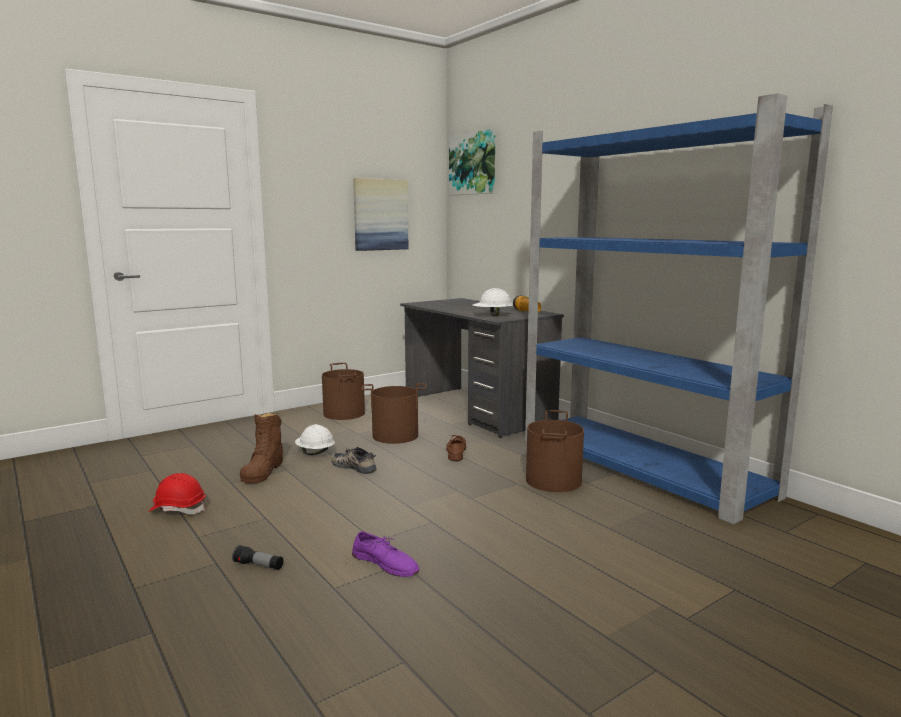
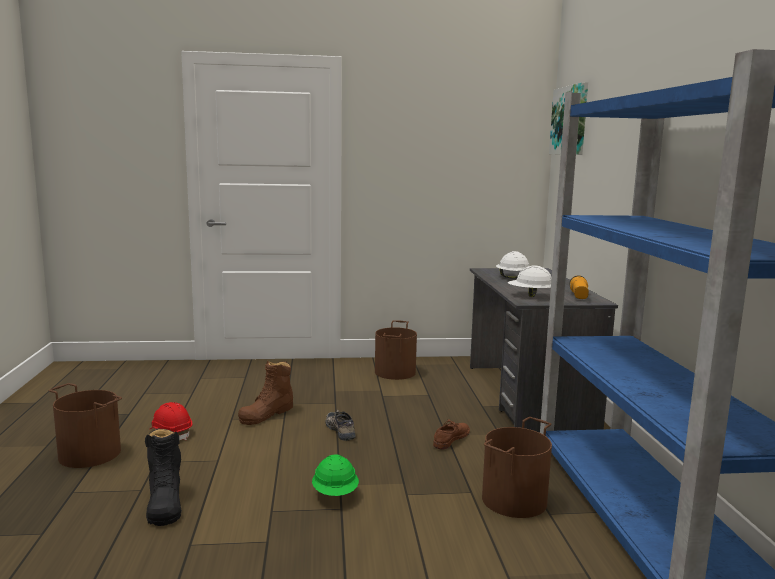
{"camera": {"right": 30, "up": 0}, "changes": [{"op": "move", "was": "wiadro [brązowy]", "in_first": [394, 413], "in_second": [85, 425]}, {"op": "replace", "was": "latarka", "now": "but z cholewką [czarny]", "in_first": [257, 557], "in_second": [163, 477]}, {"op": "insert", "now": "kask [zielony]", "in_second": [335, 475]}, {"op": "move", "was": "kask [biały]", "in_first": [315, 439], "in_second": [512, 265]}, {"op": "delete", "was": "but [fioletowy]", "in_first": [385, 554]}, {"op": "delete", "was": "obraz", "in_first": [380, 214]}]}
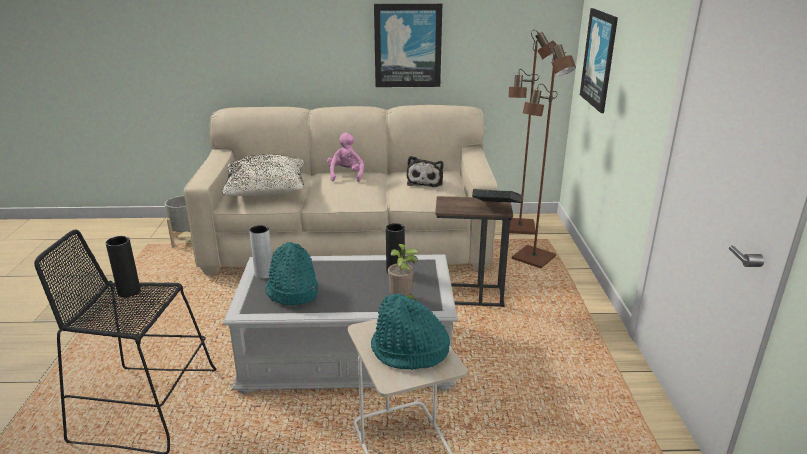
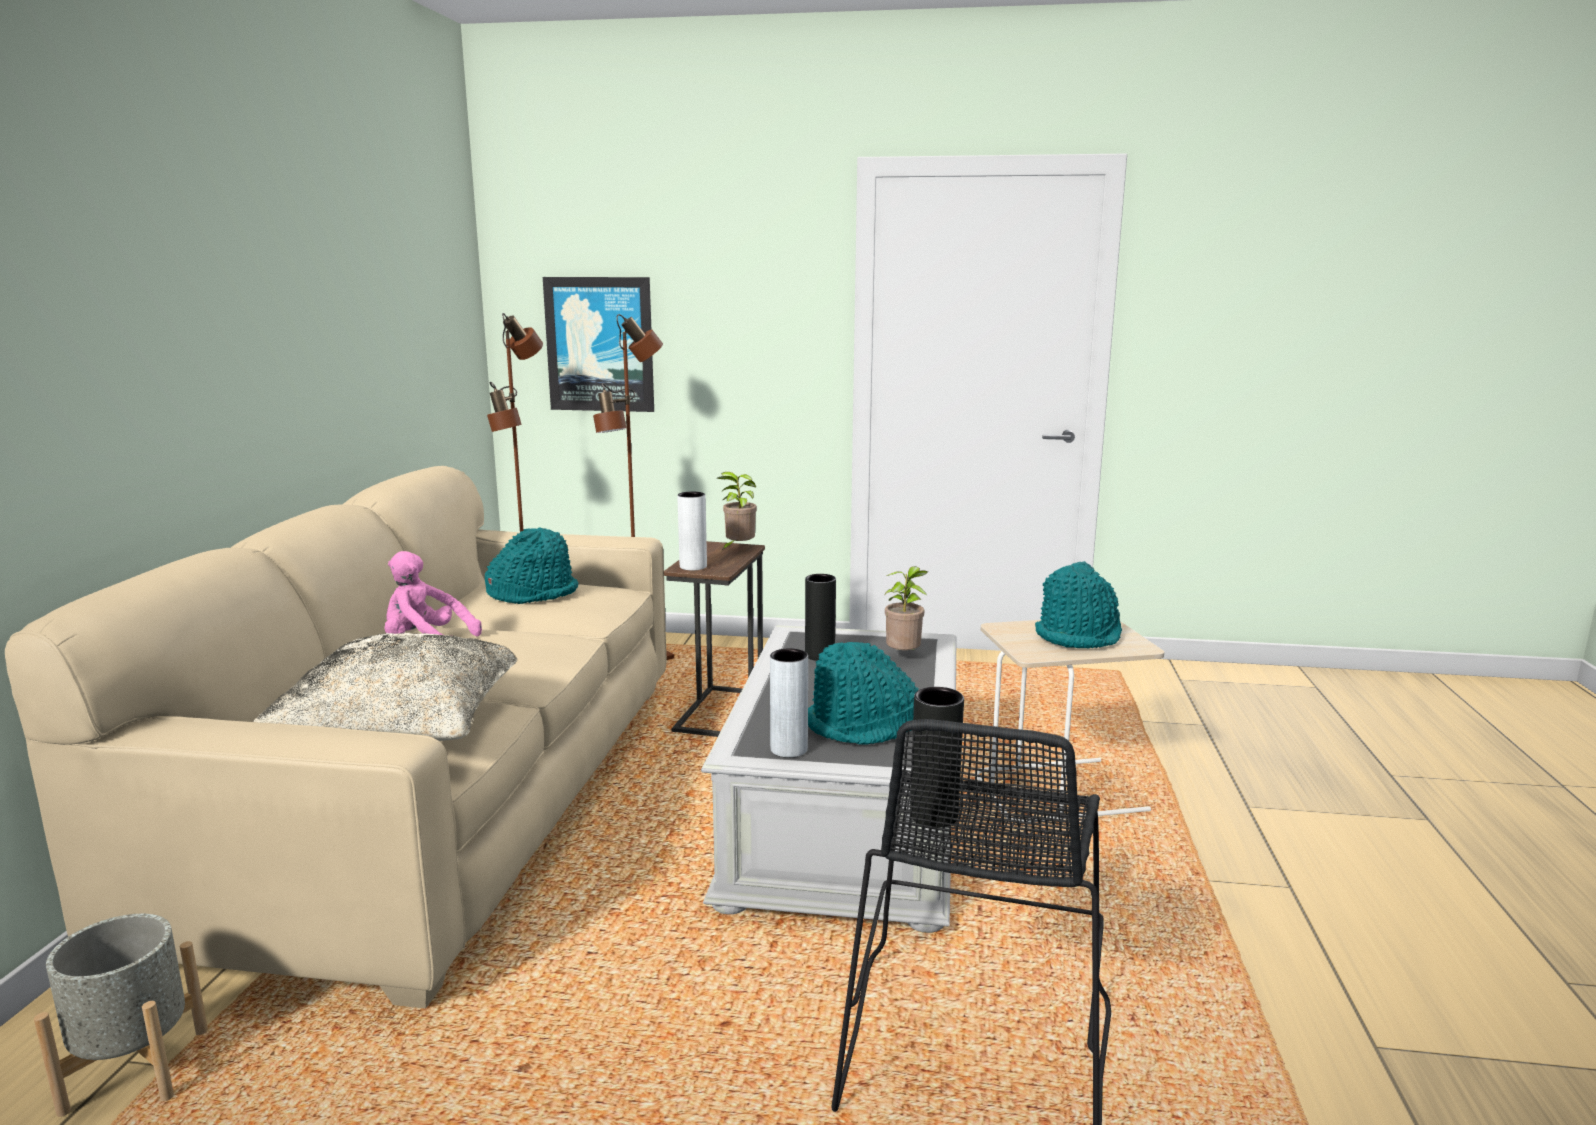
{"camera": {"right": -80, "up": -10}, "changes": [{"op": "replace", "was": "pluszak", "now": "kapelusz [turkusowy]", "in_first": [425, 171], "in_second": [531, 566]}, {"op": "insert", "now": "wazon [biały]", "in_second": [692, 531]}, {"op": "replace", "was": "książka", "now": "roślina doniczkowa", "in_first": [497, 196], "in_second": [737, 511]}, {"op": "delete", "was": "obraz", "in_first": [408, 45]}]}
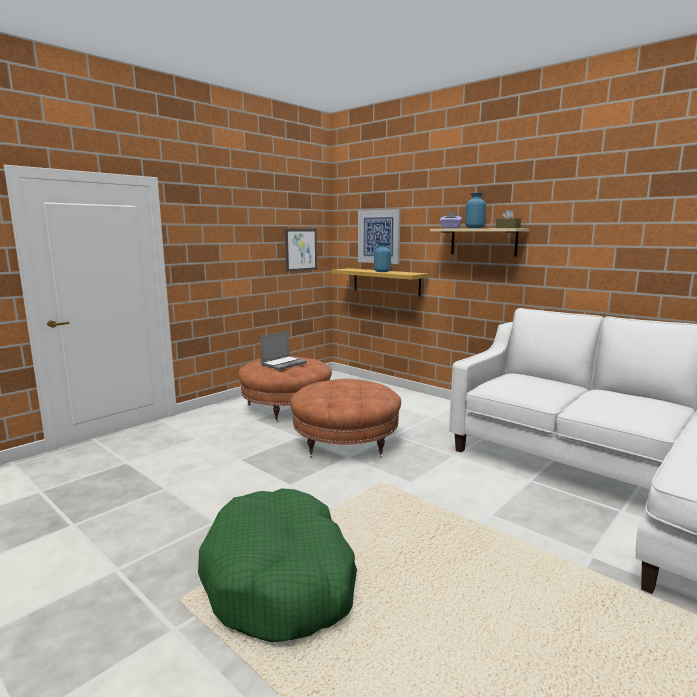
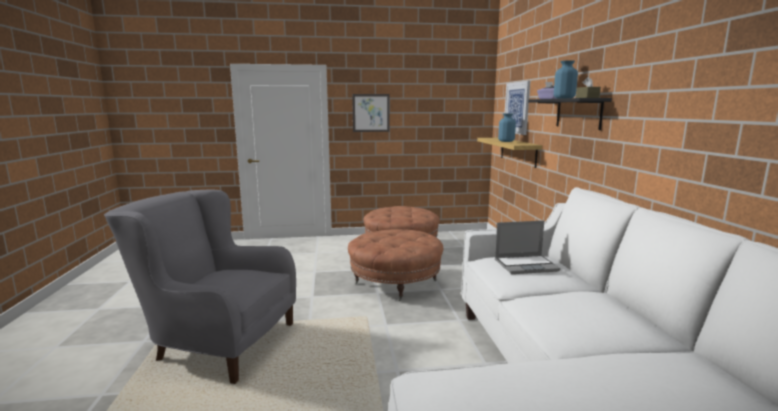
{"camera": {"right": 40, "up": 0}, "changes": [{"op": "replace", "was": "legowisko [zielony]", "now": "fotel [szary]", "in_first": [277, 566], "in_second": [200, 286]}, {"op": "move", "was": "obraz", "in_first": [301, 250], "in_second": [371, 113]}, {"op": "move", "was": "laptop", "in_first": [283, 350], "in_second": [527, 247]}, {"op": "recolor", "was": "półka [beżowy]", "now": "półka [czarny]", "in_first": [479, 242], "in_second": [570, 114]}]}
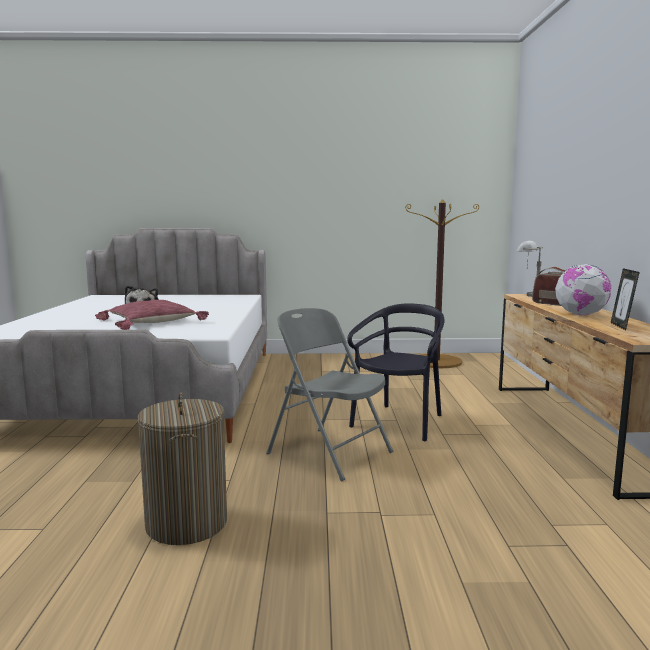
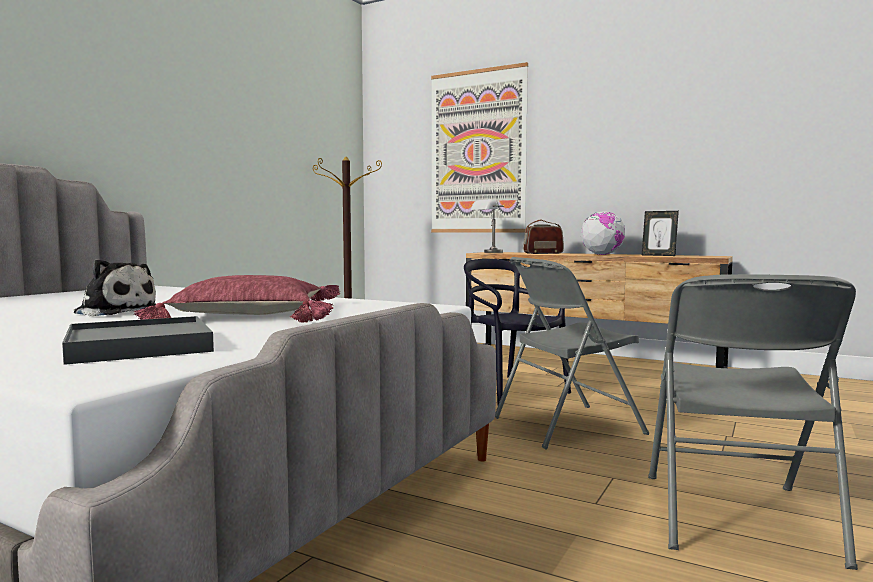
{"camera": {"right": -60, "up": -5}, "changes": [{"op": "insert", "now": "taca [szary]", "in_second": [138, 340]}, {"op": "insert", "now": "obraz", "in_second": [479, 147]}, {"op": "replace", "was": "kosz na pranie", "now": "krzesło [szary]", "in_first": [182, 469], "in_second": [753, 422]}]}
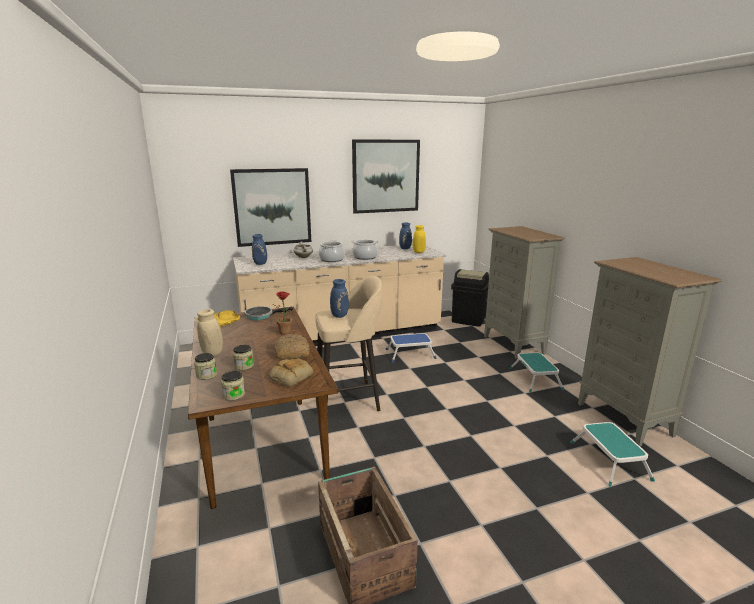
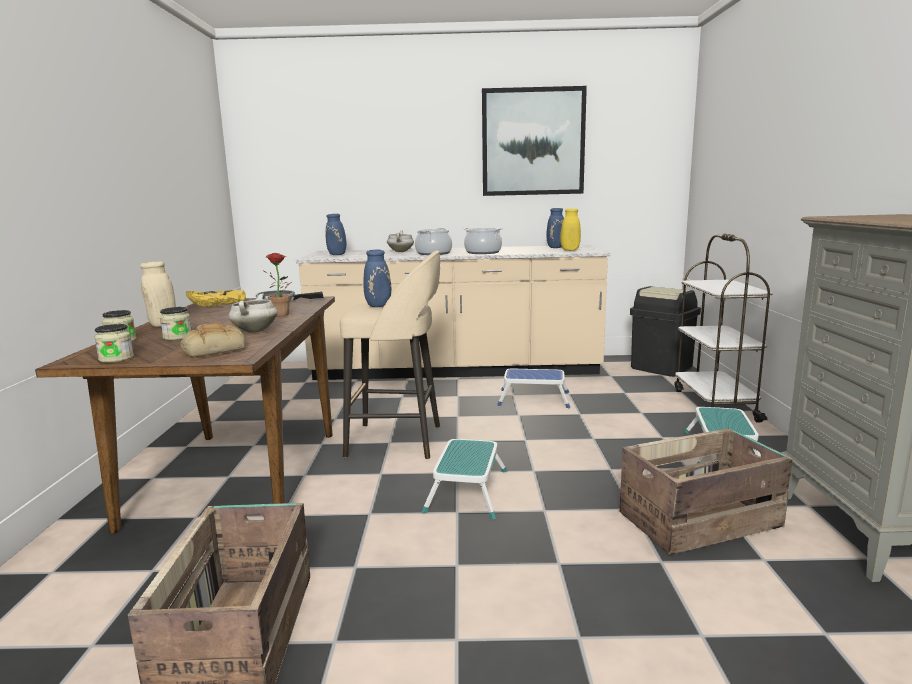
{"camera": {"right": 20, "up": -5}, "changes": [{"op": "replace", "was": "chleb", "now": "garnek [biały]", "in_first": [292, 347], "in_second": [253, 313]}, {"op": "move", "was": "drabinka [turkusowy]", "in_first": [612, 454], "in_second": [464, 479]}, {"op": "insert", "now": "skrzynka", "in_second": [706, 491]}, {"op": "replace", "was": "komoda [szary]", "now": "wózek [biały]", "in_first": [524, 292], "in_second": [724, 328]}, {"op": "delete", "was": "obraz", "in_first": [270, 207]}]}
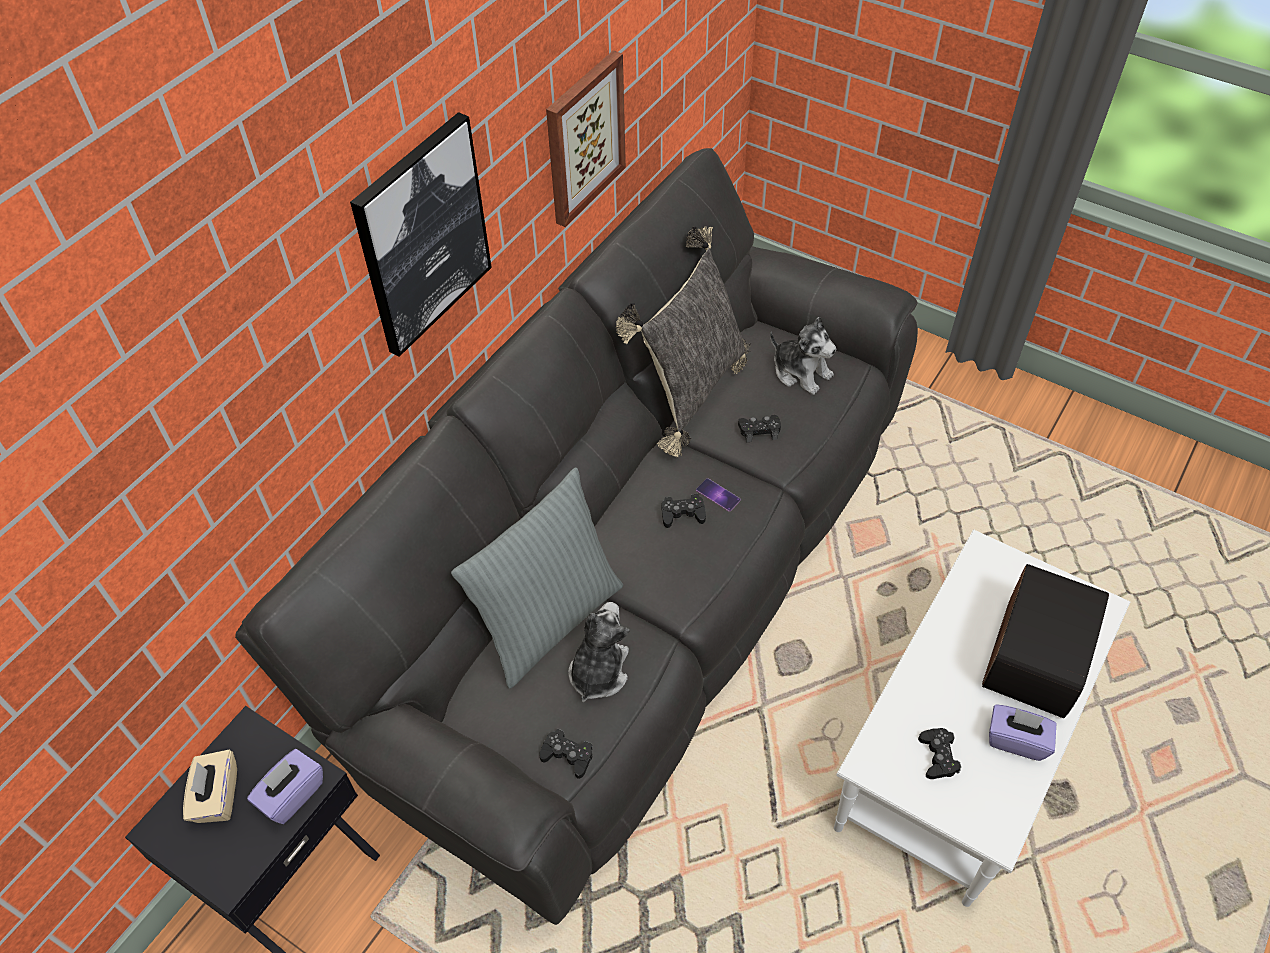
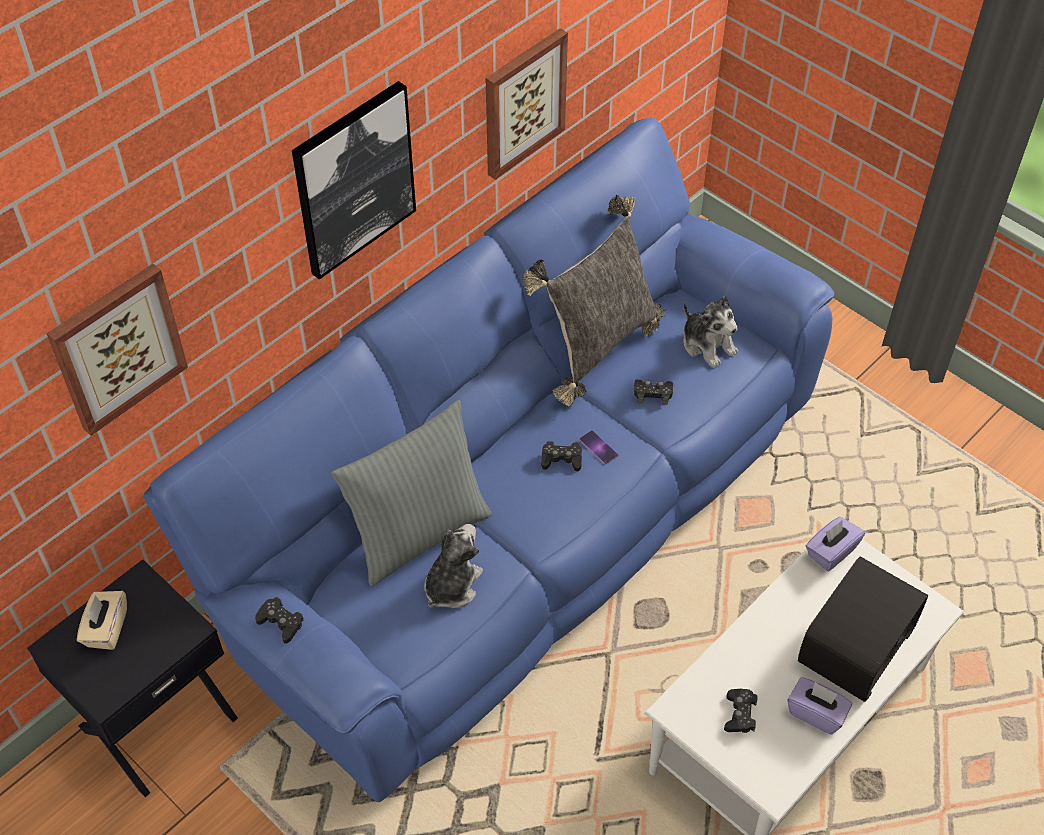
{"camera": {"right": 10, "up": 0}, "changes": [{"op": "insert", "now": "obraz", "in_second": [117, 350]}, {"op": "recolor", "was": "kanapa [szary]", "now": "kanapa [niebieski]", "in_first": [576, 536], "in_second": [488, 460]}, {"op": "move", "was": "pad do gier [czarny]", "in_first": [565, 754], "in_second": [279, 620]}, {"op": "move", "was": "pudełko chusteczek [fioletowy]", "in_first": [285, 786], "in_second": [835, 544]}]}
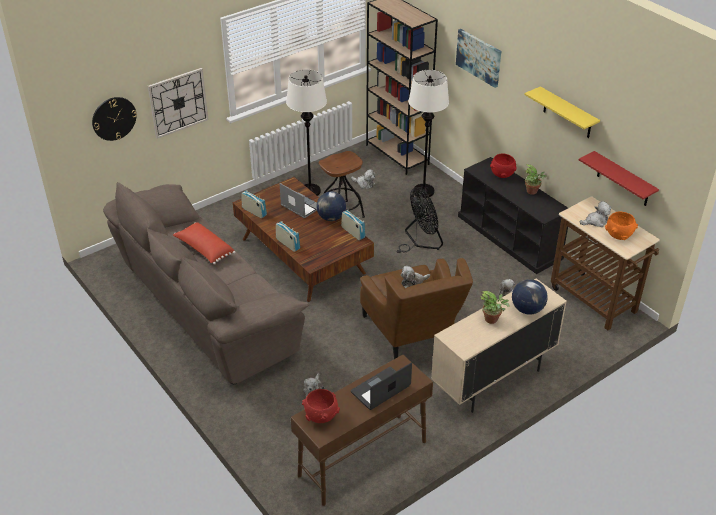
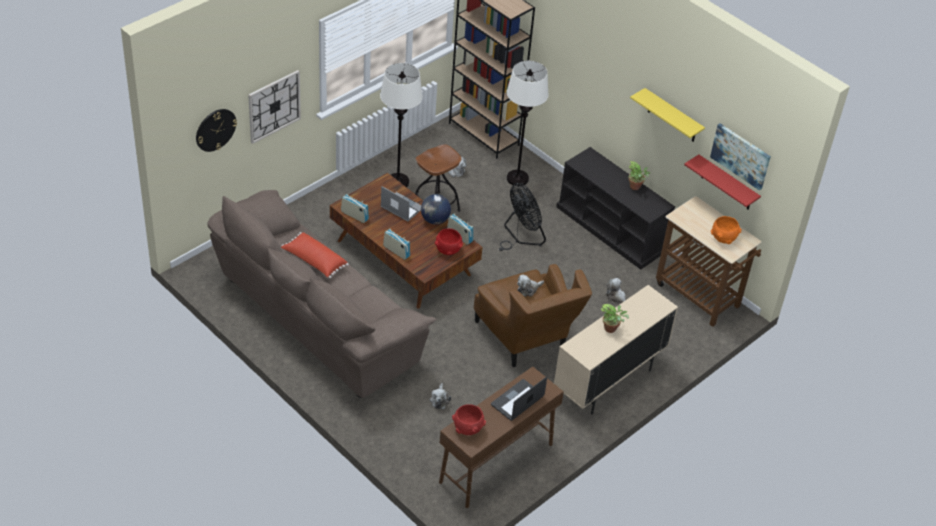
{"camera": {"right": -10, "up": 5}, "changes": [{"op": "move", "was": "miska [czerwony]", "in_first": [503, 165], "in_second": [449, 241]}, {"op": "move", "was": "obraz", "in_first": [478, 58], "in_second": [740, 157]}, {"op": "delete", "was": "globus", "in_first": [530, 296]}, {"op": "delete", "was": "pluszak", "in_first": [595, 214]}]}
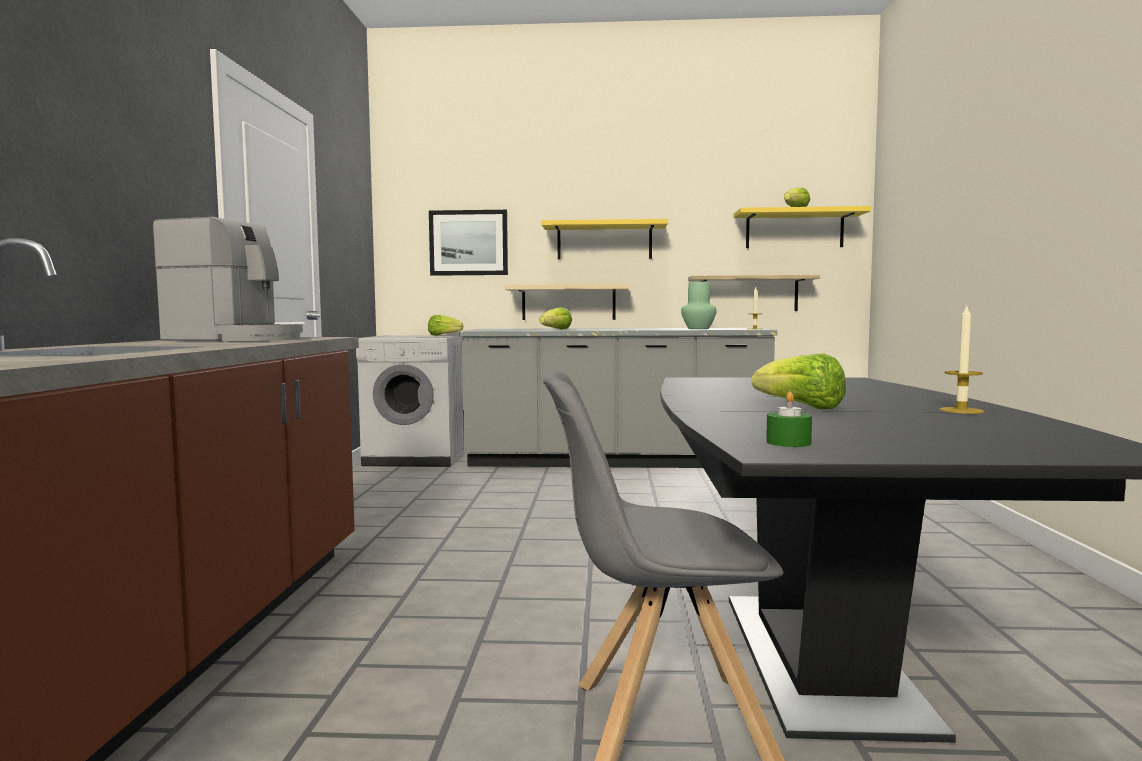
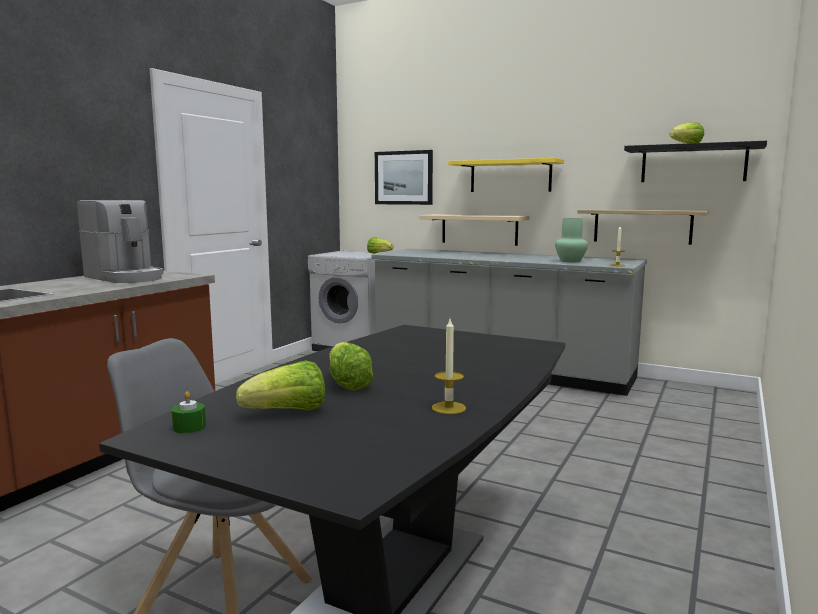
{"camera": {"right": 25, "up": 5}, "changes": [{"op": "move", "was": "sałata", "in_first": [556, 318], "in_second": [280, 386]}, {"op": "recolor", "was": "półka [żółty]", "now": "półka [czarny]", "in_first": [802, 227], "in_second": [695, 161]}]}
